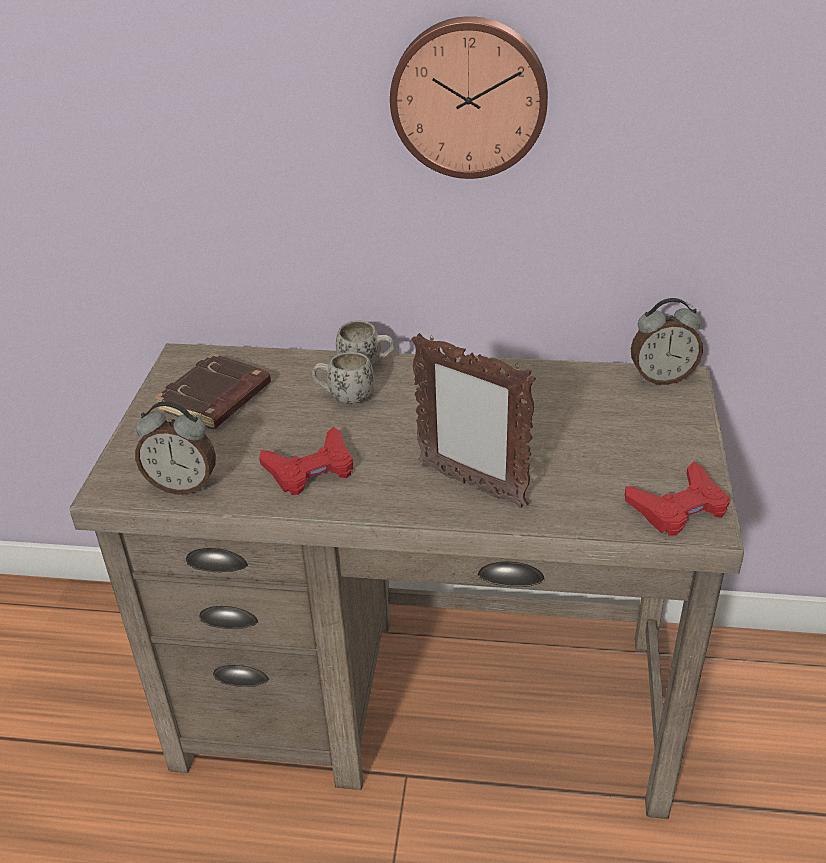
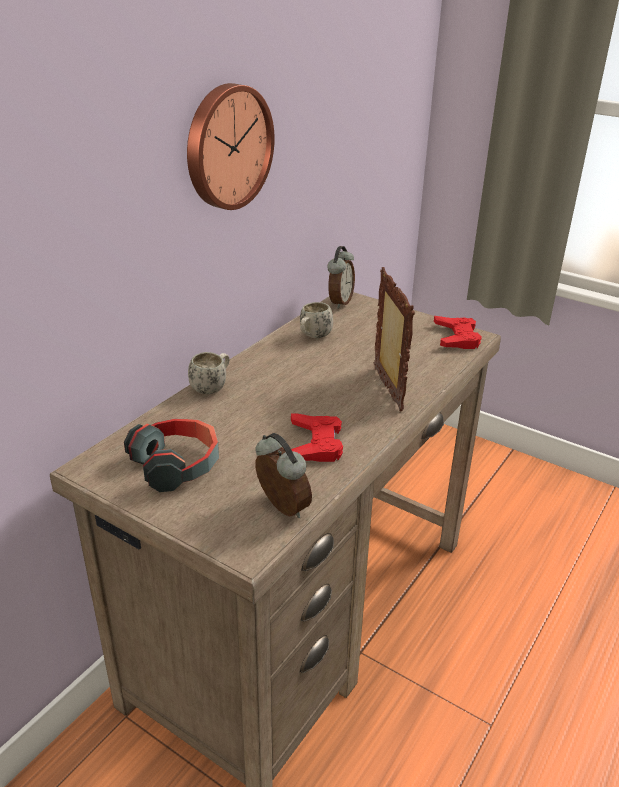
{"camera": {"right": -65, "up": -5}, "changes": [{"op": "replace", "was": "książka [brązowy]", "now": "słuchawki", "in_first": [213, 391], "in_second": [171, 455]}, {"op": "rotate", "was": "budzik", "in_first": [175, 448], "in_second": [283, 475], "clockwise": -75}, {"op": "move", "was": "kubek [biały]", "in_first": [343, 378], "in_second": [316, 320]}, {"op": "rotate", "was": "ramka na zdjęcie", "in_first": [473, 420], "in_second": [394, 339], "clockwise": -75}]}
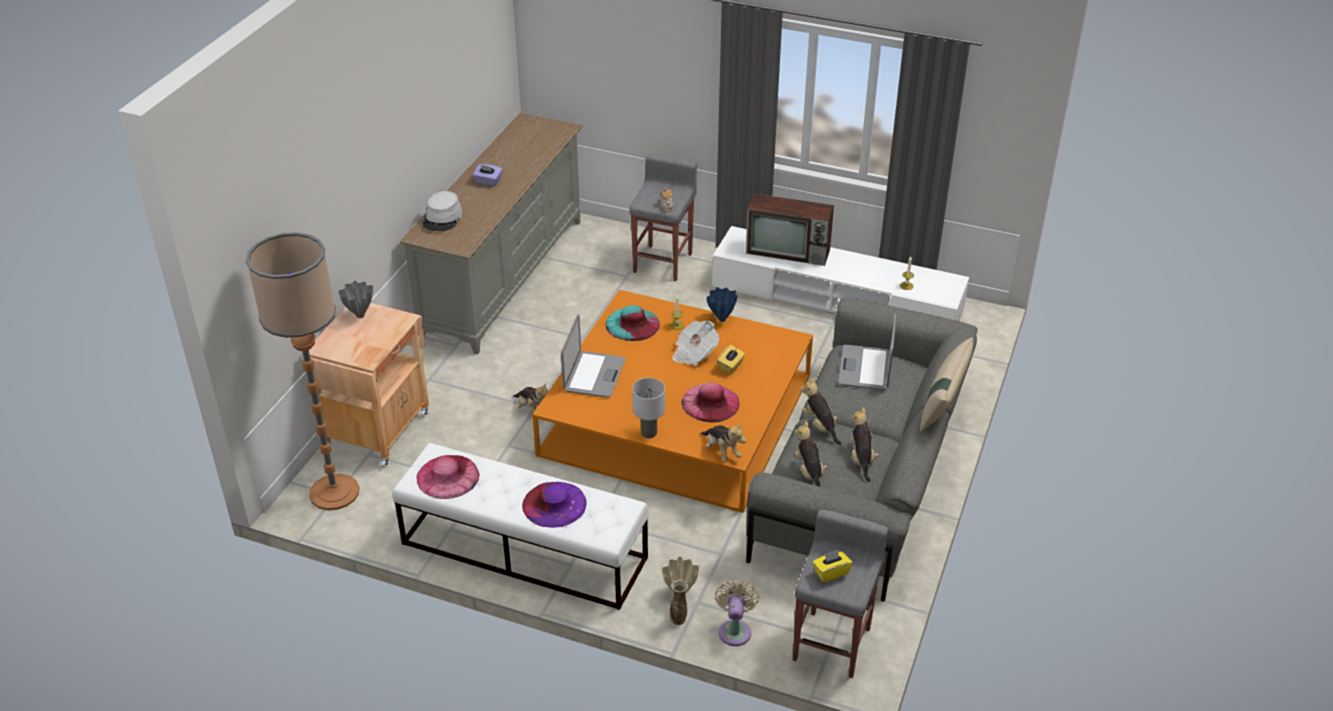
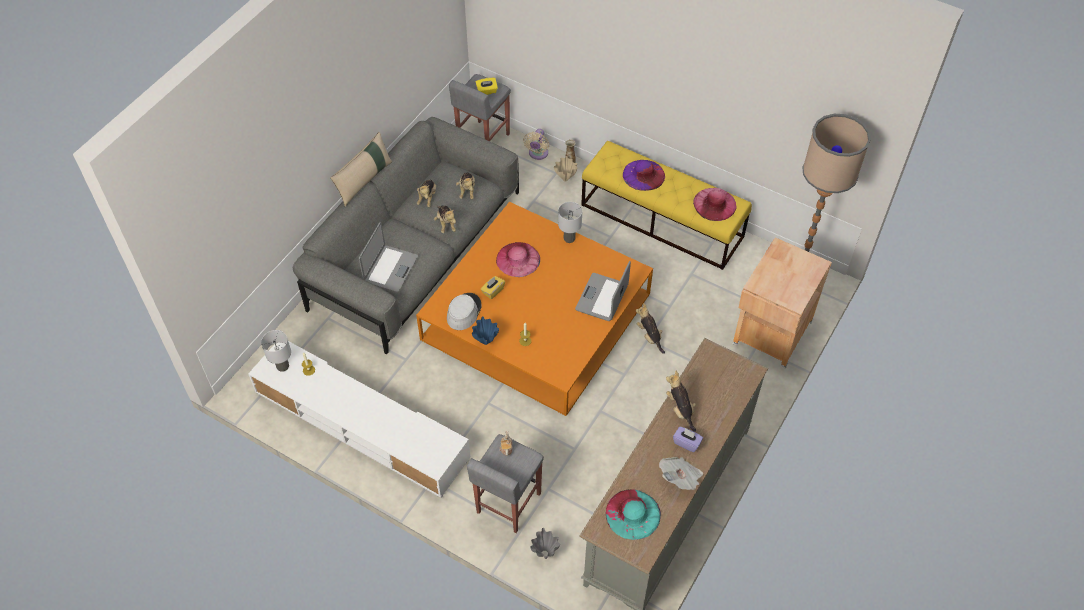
{"camera": {"right": -170, "up": 15}, "changes": [{"op": "insert", "now": "lampa stołowa [biały]", "in_second": [276, 351]}, {"op": "move", "was": "kapelusz [szary]", "in_first": [443, 211], "in_second": [464, 311]}, {"op": "move", "was": "wazon [szary]", "in_first": [355, 299], "in_second": [545, 543]}, {"op": "recolor", "was": "ławka [biały]", "now": "ławka [żółty]", "in_first": [521, 526], "in_second": [666, 205]}, {"op": "move", "was": "kapelusz [turkusowy]", "in_first": [633, 323], "in_second": [633, 515]}, {"op": "move", "was": "gazeta", "in_first": [696, 343], "in_second": [681, 473]}, {"op": "move", "was": "pluszak", "in_first": [723, 442], "in_second": [681, 401]}, {"op": "delete", "was": "telewizor", "in_first": [790, 230]}]}
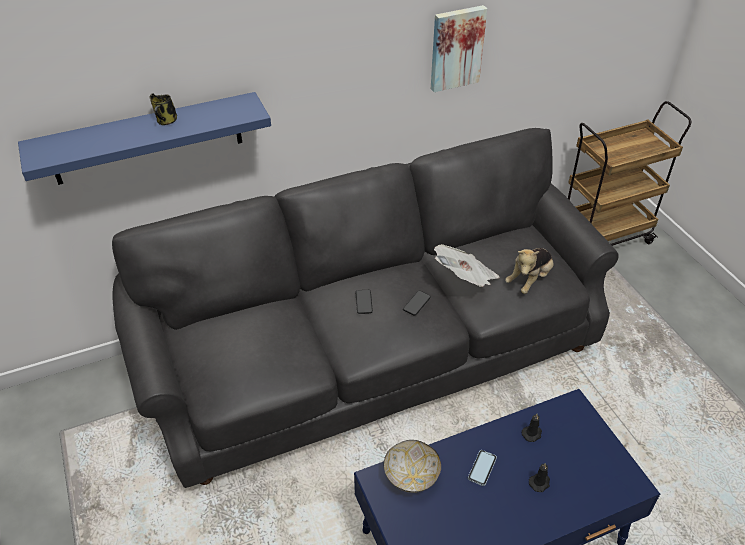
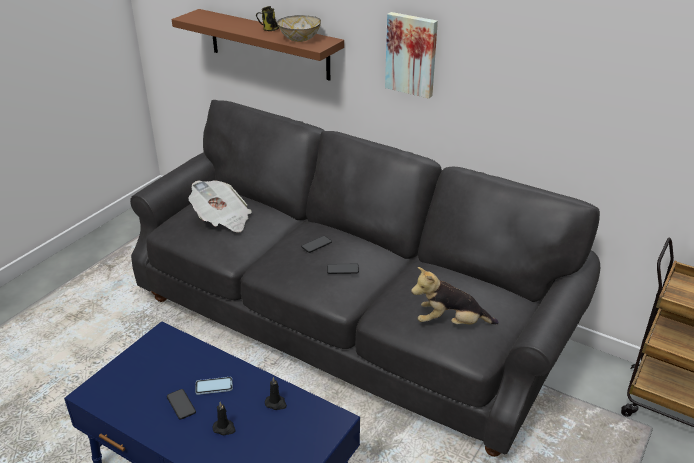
{"camera": {"right": 55, "up": -10}, "changes": [{"op": "insert", "now": "telefon", "in_second": [181, 404]}, {"op": "recolor", "was": "półka [niebieski]", "now": "półka [brązowy]", "in_first": [144, 138], "in_second": [258, 45]}, {"op": "move", "was": "gazeta", "in_first": [466, 265], "in_second": [220, 206]}, {"op": "move", "was": "miska", "in_first": [412, 466], "in_second": [299, 28]}, {"op": "move", "was": "obraz", "in_first": [459, 48], "in_second": [411, 55]}]}
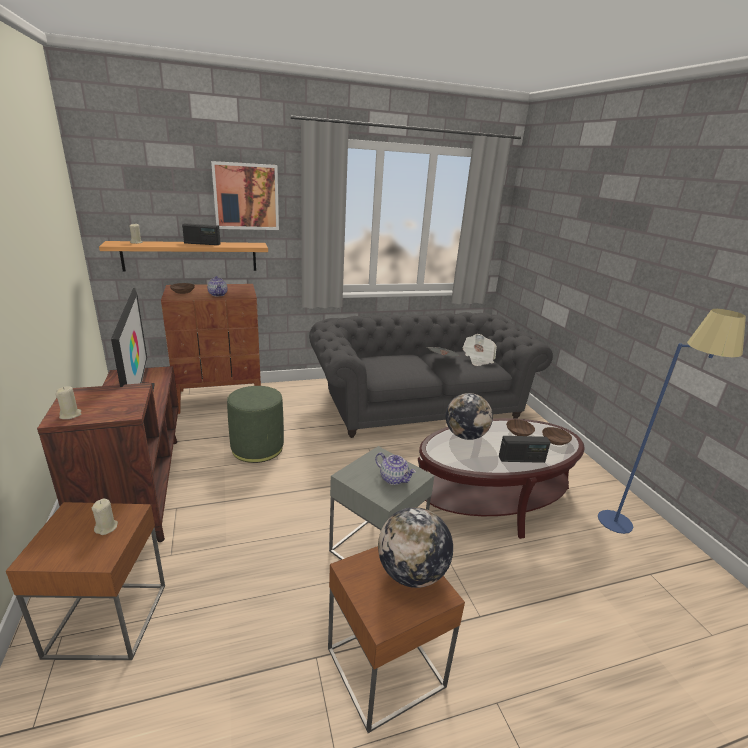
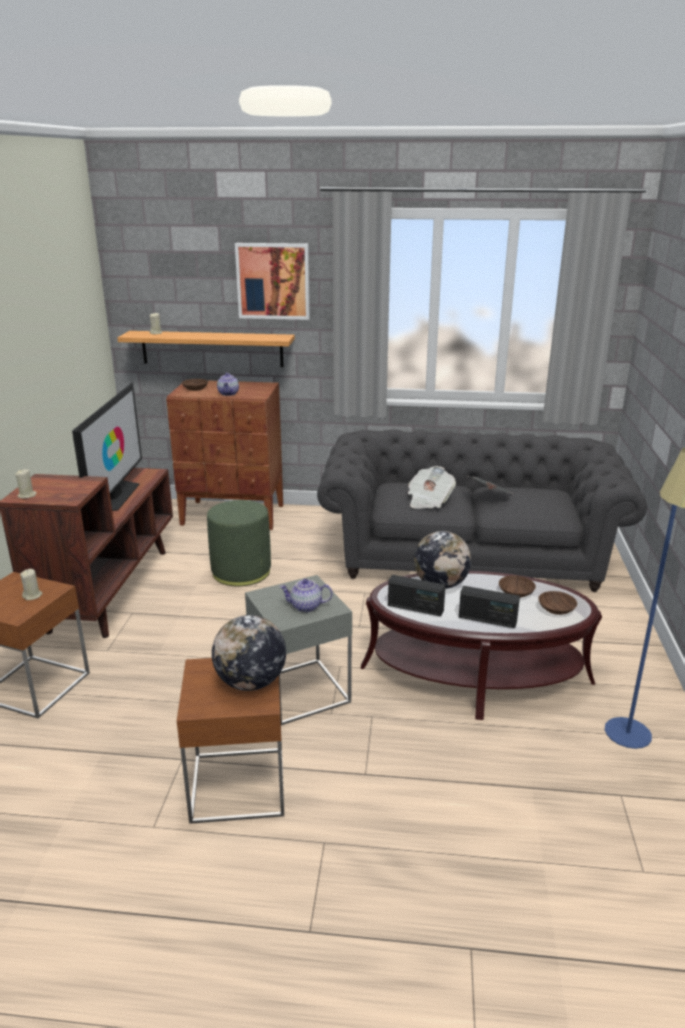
{"camera": {"right": 25, "up": 0}, "changes": [{"op": "rotate", "was": "imbryk", "in_first": [395, 468], "in_second": [306, 595], "clockwise": 120}, {"op": "move", "was": "radio", "in_first": [201, 234], "in_second": [417, 595]}, {"op": "move", "was": "gazeta", "in_first": [479, 350], "in_second": [432, 487]}]}
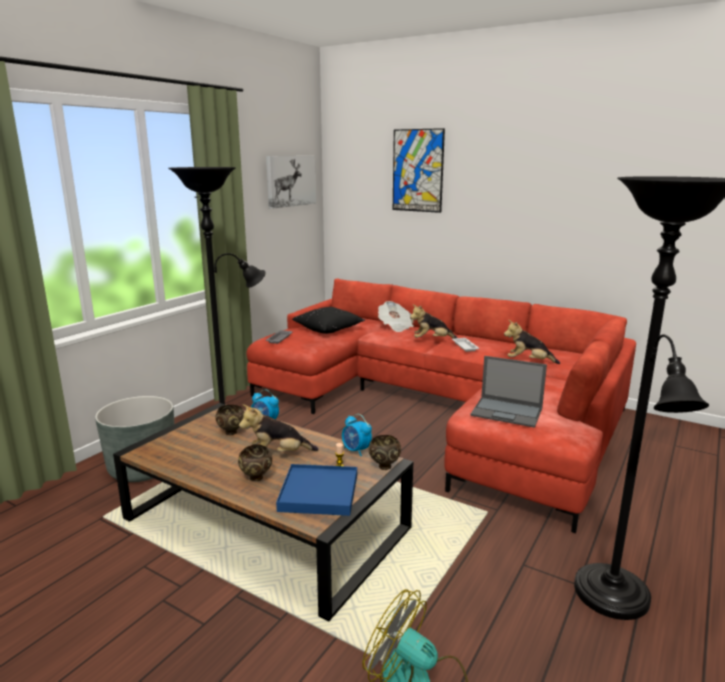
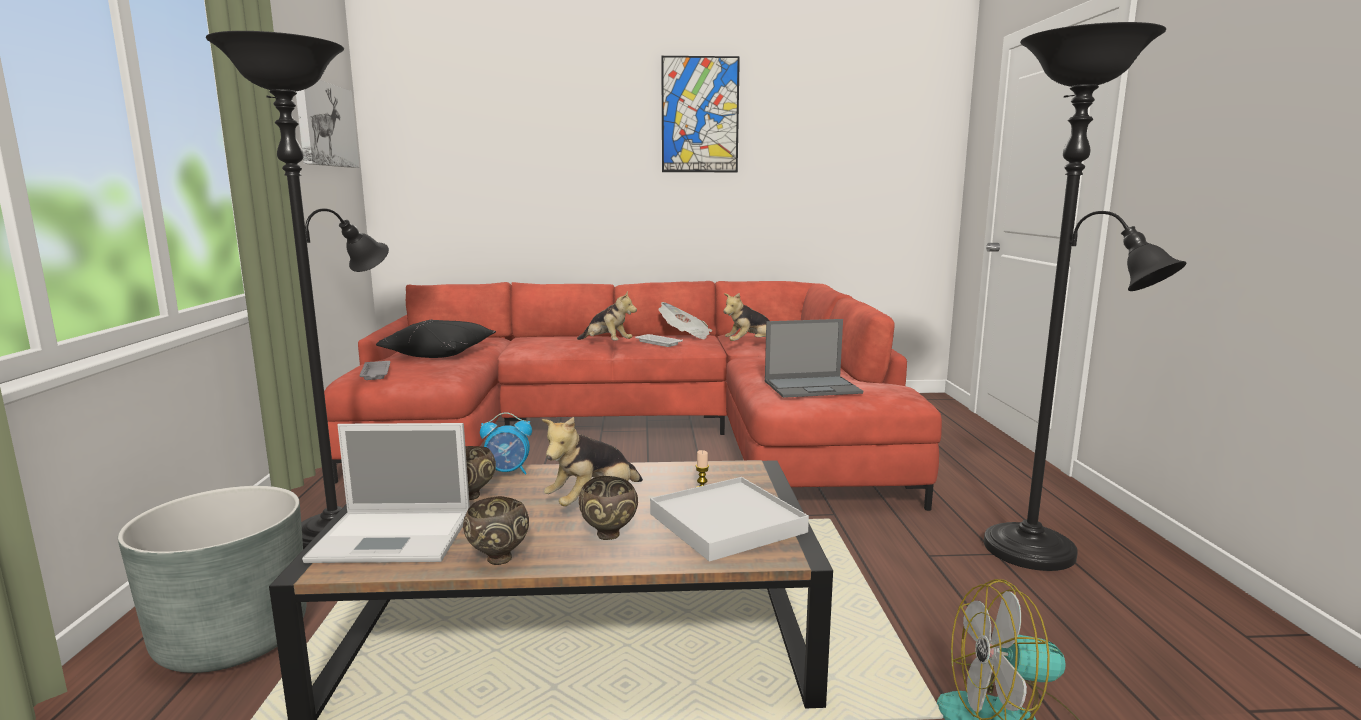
{"camera": {"right": -35, "up": -5}, "changes": [{"op": "insert", "now": "laptop", "in_second": [386, 493]}, {"op": "move", "was": "miska [brązowy]", "in_first": [385, 452], "in_second": [496, 530]}, {"op": "rotate", "was": "pluszak", "in_first": [433, 321], "in_second": [607, 316], "clockwise": -105}, {"op": "recolor", "was": "taca [niebieski]", "now": "taca [biały]", "in_first": [316, 490], "in_second": [729, 519]}, {"op": "move", "was": "gazeta", "in_first": [396, 316], "in_second": [685, 320]}, {"op": "move", "was": "obraz", "in_first": [419, 170], "in_second": [700, 114]}, {"op": "delete", "was": "budzik", "in_first": [357, 435]}]}
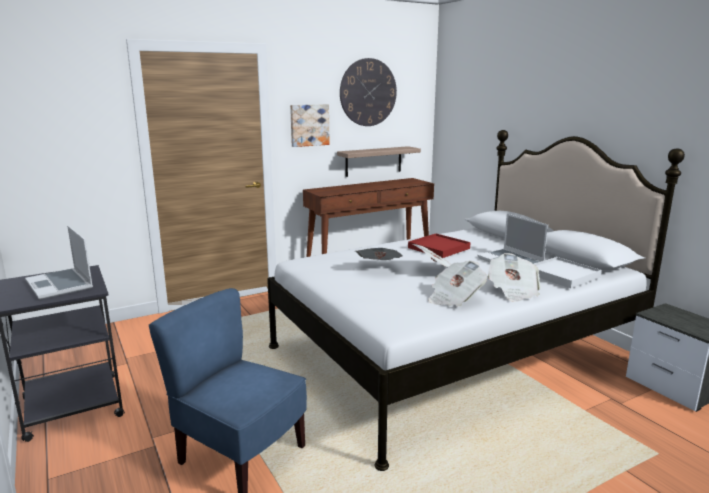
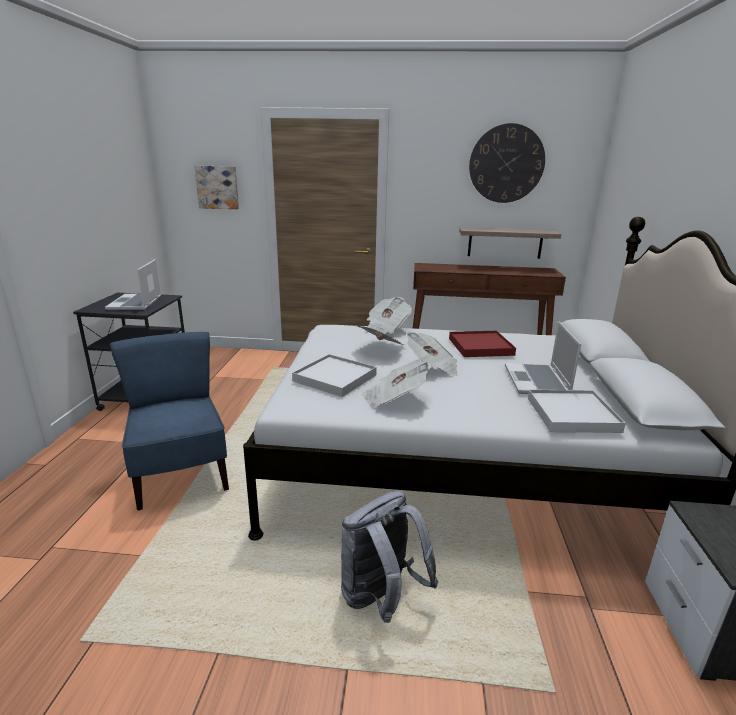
{"camera": {"right": 35, "up": 5}, "changes": [{"op": "move", "was": "obraz", "in_first": [310, 125], "in_second": [216, 187]}, {"op": "insert", "now": "taca [biały]", "in_second": [334, 375]}, {"op": "insert", "now": "plecak [szary]", "in_second": [389, 557]}, {"op": "move", "was": "gazeta", "in_first": [513, 277], "in_second": [389, 315]}]}
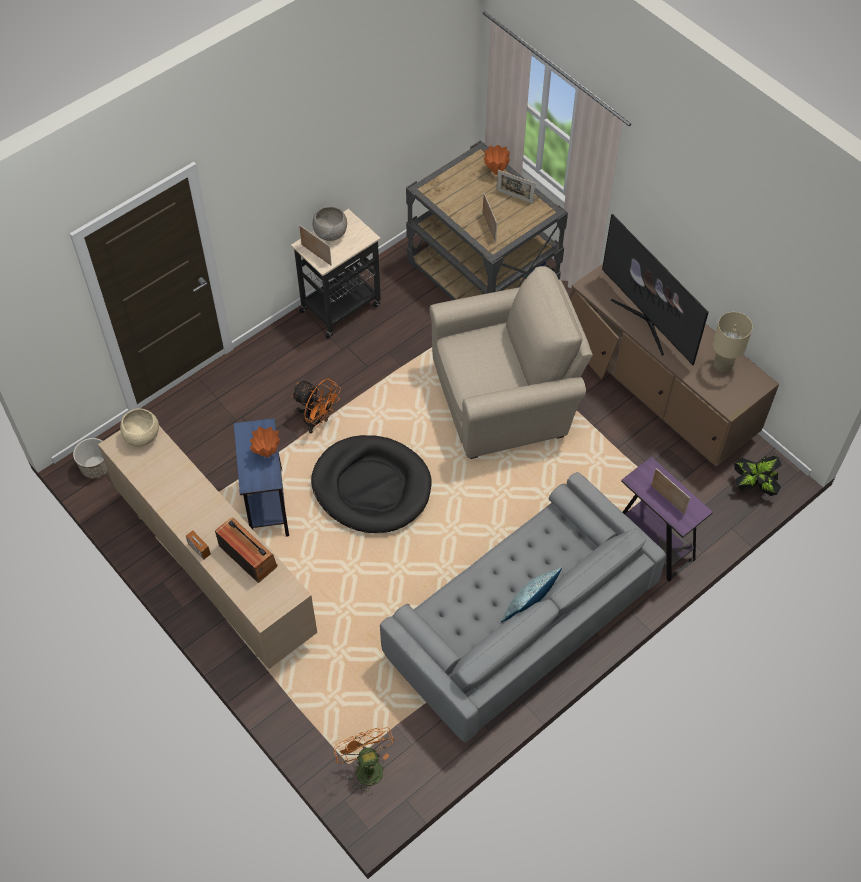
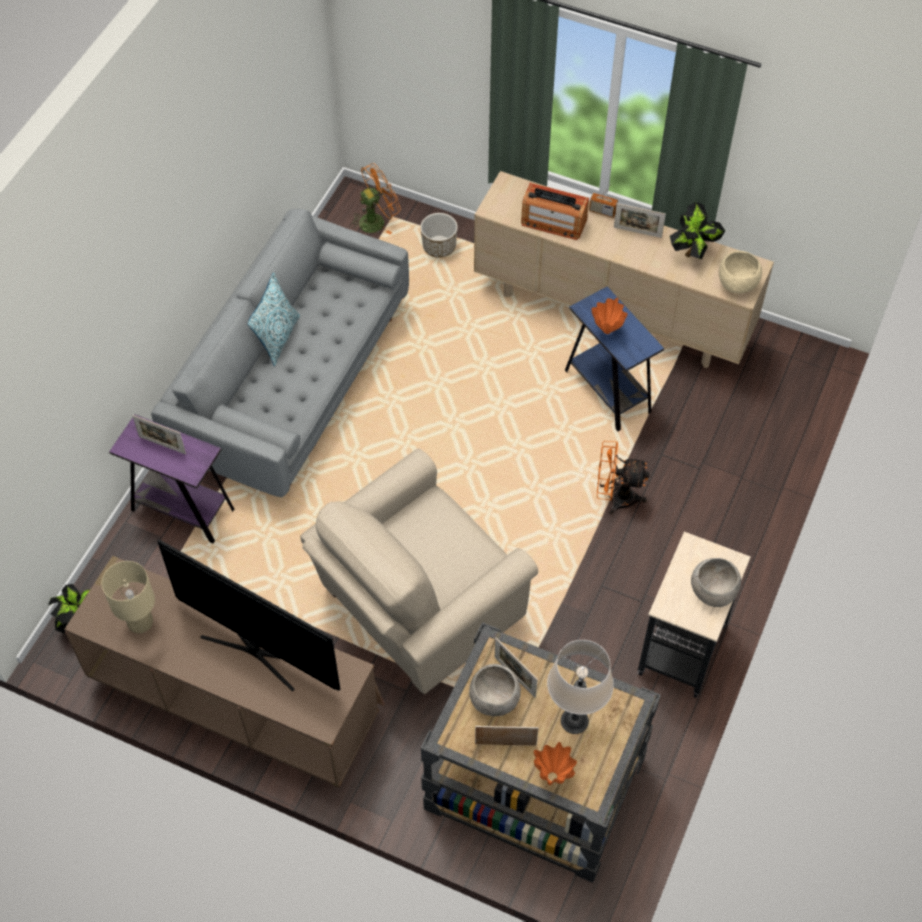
{"camera": {"right": 155, "up": 0}, "changes": [{"op": "rotate", "was": "wentylator [pomarańczowy]", "in_first": [364, 761], "in_second": [375, 199], "clockwise": -75}, {"op": "move", "was": "donica", "in_first": [90, 458], "in_second": [439, 235]}, {"op": "insert", "now": "miska [szary]", "in_second": [495, 690]}, {"op": "insert", "now": "lampa stołowa [beżowy]", "in_second": [580, 687]}, {"op": "move", "was": "ramka na zdjęcie", "in_first": [315, 245], "in_second": [640, 220]}, {"op": "insert", "now": "roślina doniczkowa", "in_second": [697, 230]}, {"op": "delete", "was": "legowisko [czarny]", "in_first": [371, 484]}]}
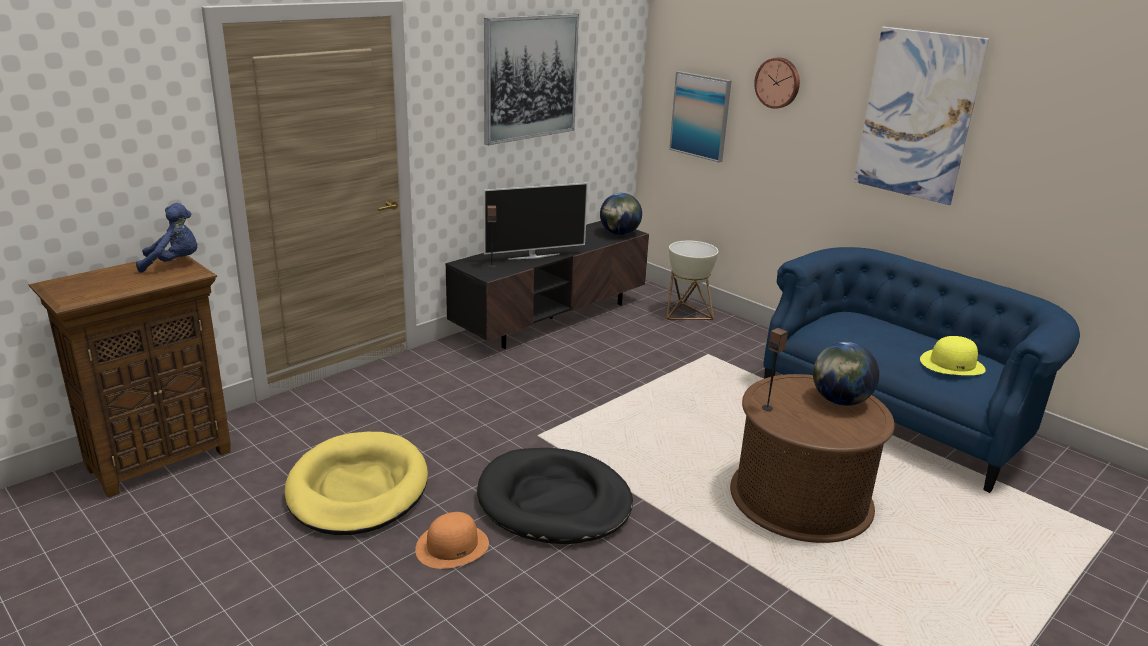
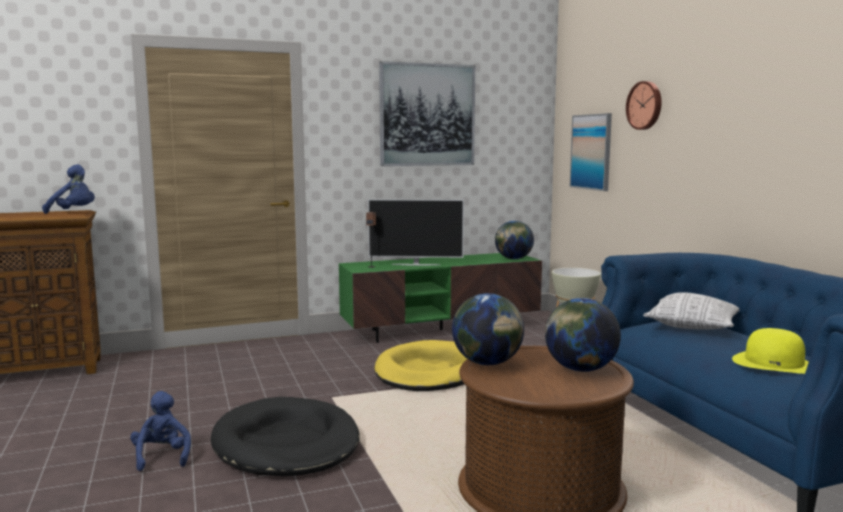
{"camera": {"right": 25, "up": -15}, "changes": [{"op": "replace", "was": "kapelusz [pomarańczowy]", "now": "pluszak [niebieski]", "in_first": [452, 540], "in_second": [160, 431]}, {"op": "recolor", "was": "szafka pod telewizor [czarny]", "now": "szafka pod telewizor [zielony]", "in_first": [547, 285], "in_second": [440, 298]}, {"op": "move", "was": "legowisko [żółty]", "in_first": [356, 483], "in_second": [421, 365]}, {"op": "replace", "was": "głośnik", "now": "globus", "in_first": [775, 369], "in_second": [488, 329]}, {"op": "insert", "now": "poduszka", "in_second": [691, 311]}, {"op": "delete", "was": "obraz", "in_first": [921, 116]}]}
